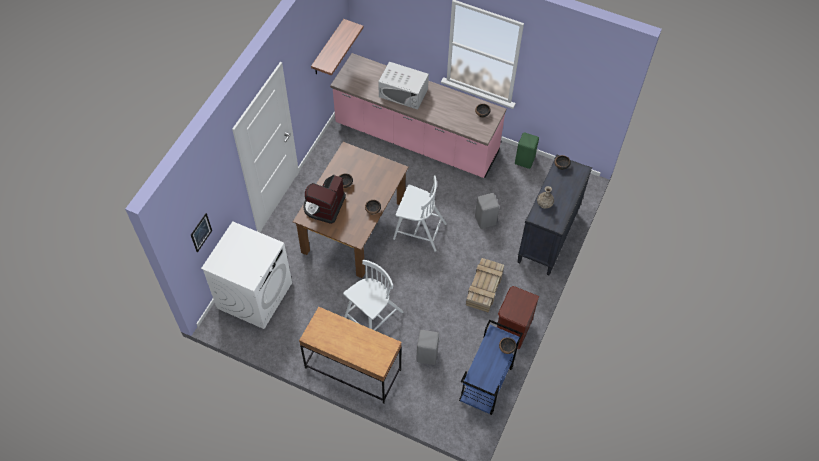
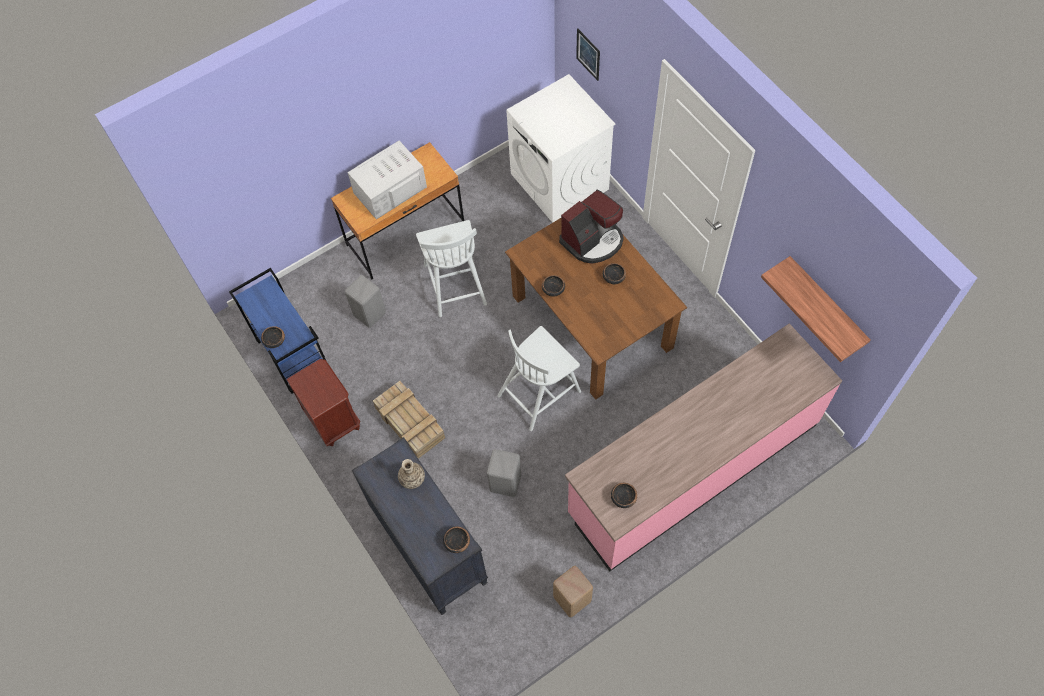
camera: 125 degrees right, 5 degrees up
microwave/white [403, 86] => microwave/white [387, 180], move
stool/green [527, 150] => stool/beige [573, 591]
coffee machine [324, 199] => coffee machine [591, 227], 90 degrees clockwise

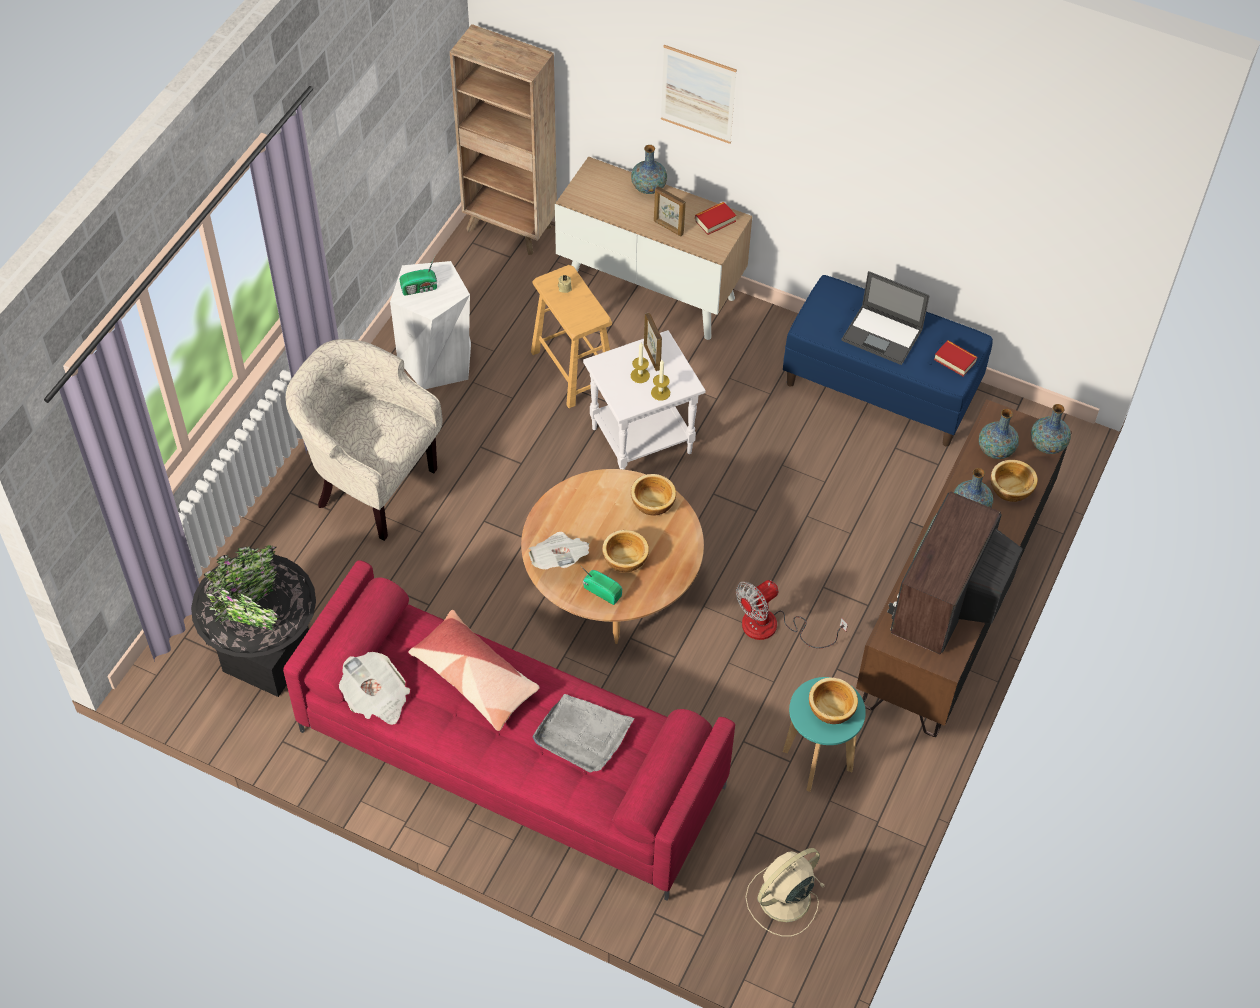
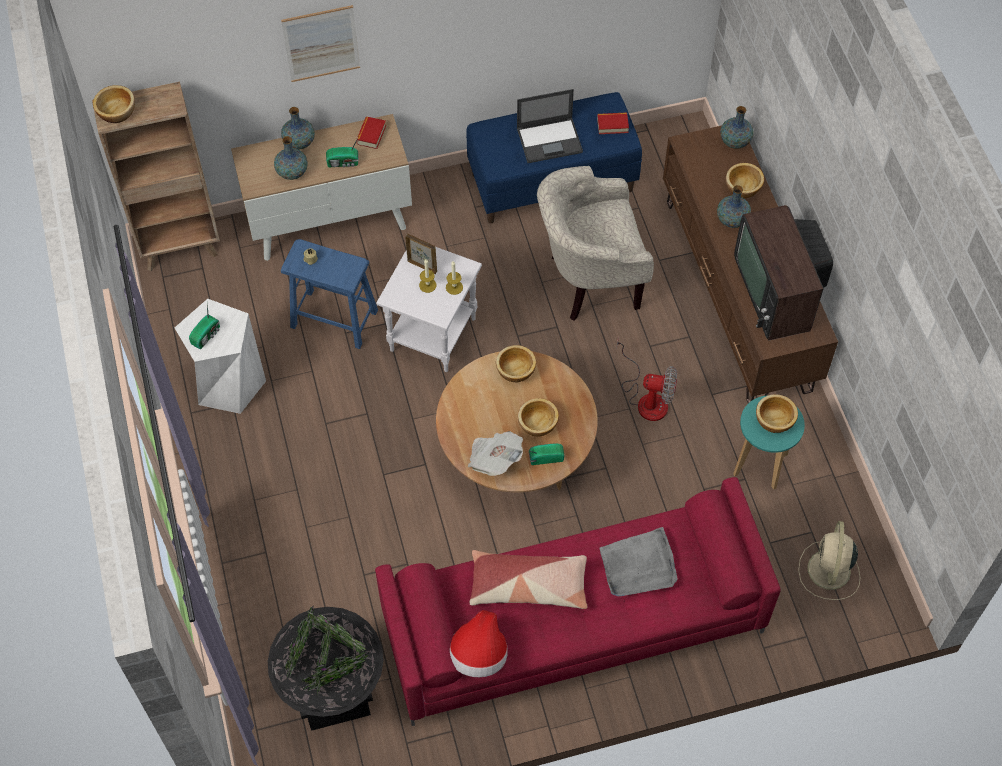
camera: 40 degrees left, 5 degrees up
nothing => bowl [114, 104]
vase [999, 434] => vase [291, 158], move
stool/brown [571, 336] => stool/blue [329, 294]
picture frame [670, 211] => radio [342, 152]
newspaper [374, 688] => hat [479, 643]
armchair/beige [364, 440] => armchair/beige [595, 243], move
fan [792, 614] => fan [647, 378], 90 degrees counterclockwise

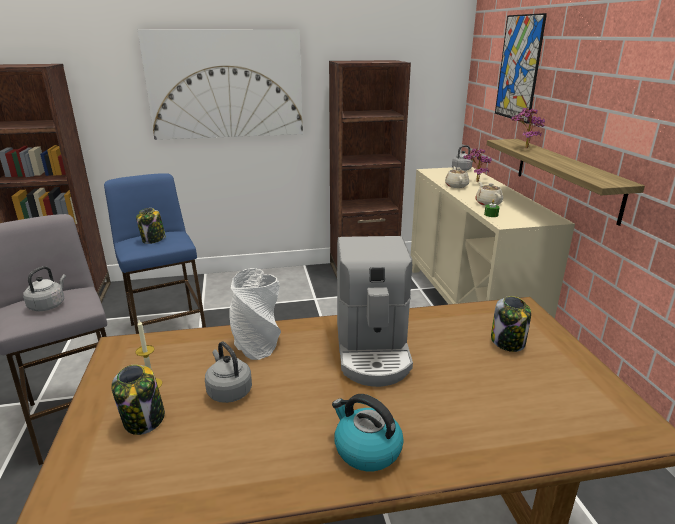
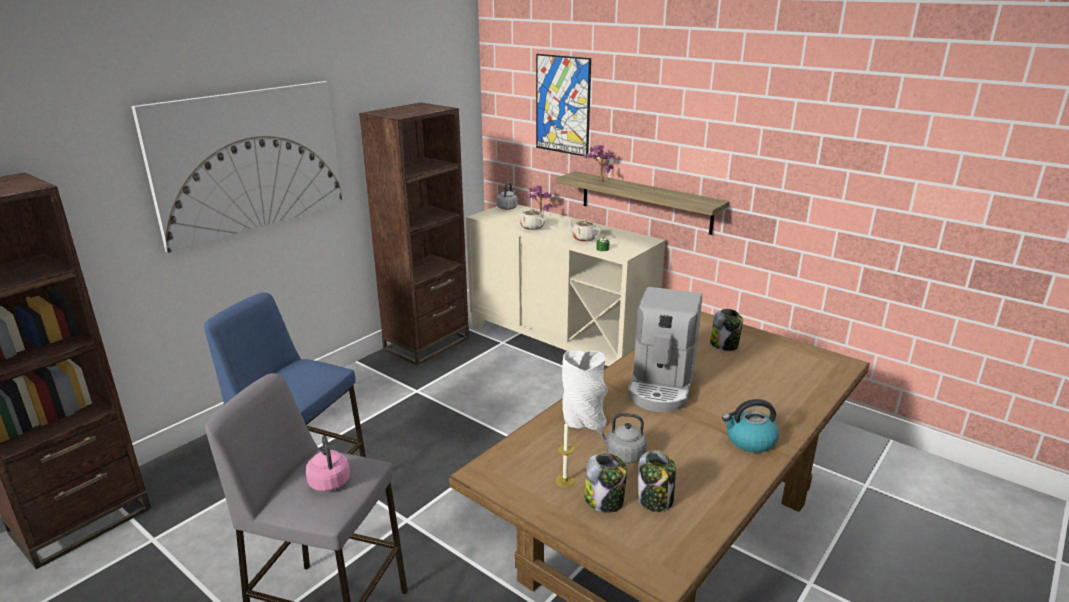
camera: 40 degrees left, 0 degrees up
kettle/grey [44, 288] => kettle/pink [328, 463]
coffee machine [375, 311] => coffee machine [665, 349], 60 degrees clockwise
jar [151, 226] => jar [656, 481], move

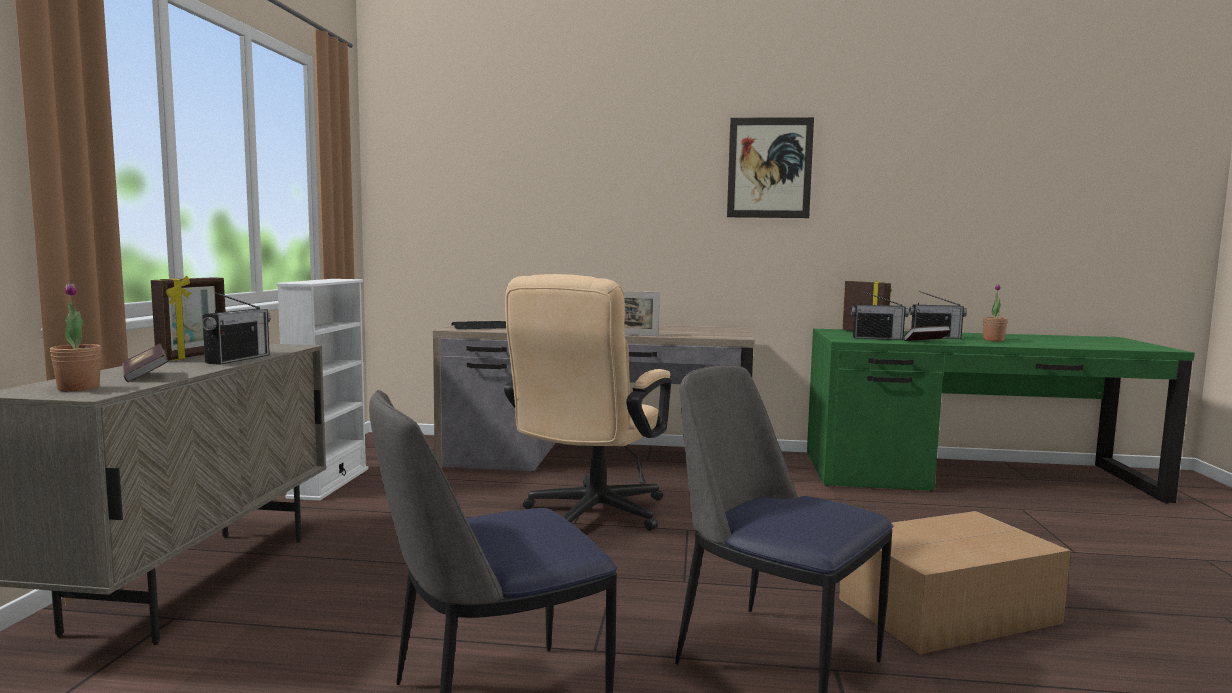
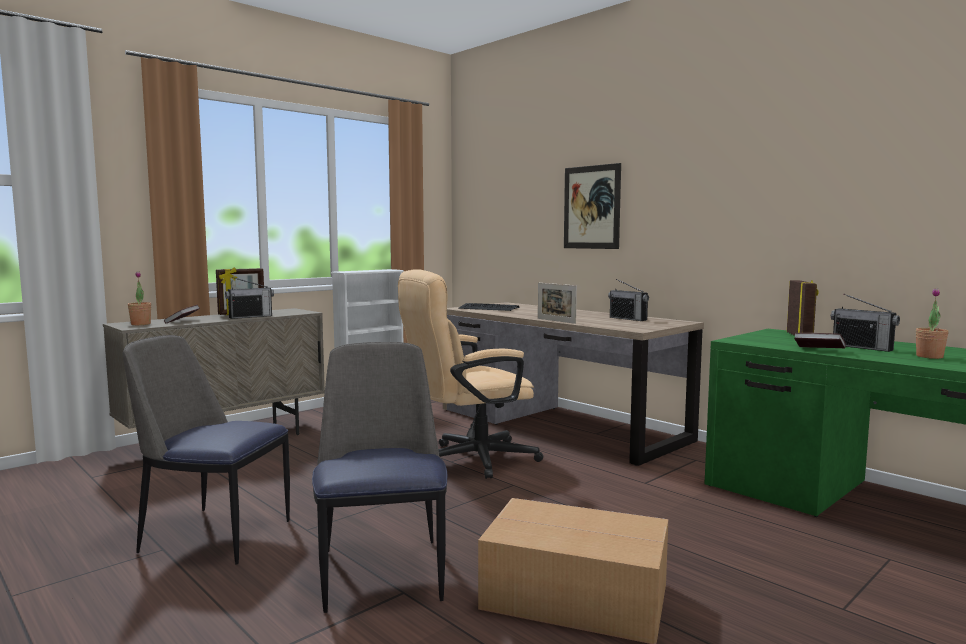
camera: 40 degrees right, 0 degrees up
picture [770, 167] => picture [592, 206], move
radio [880, 315] => radio [628, 300], move

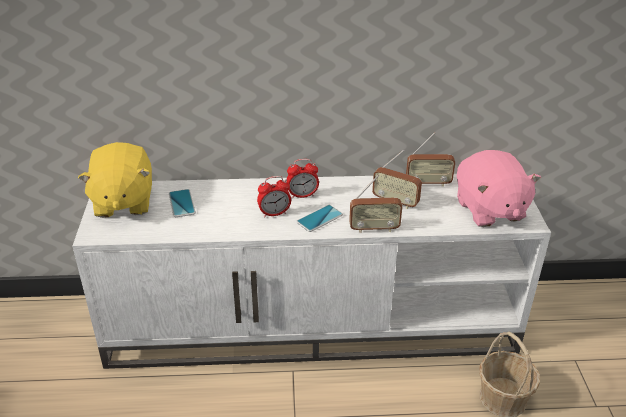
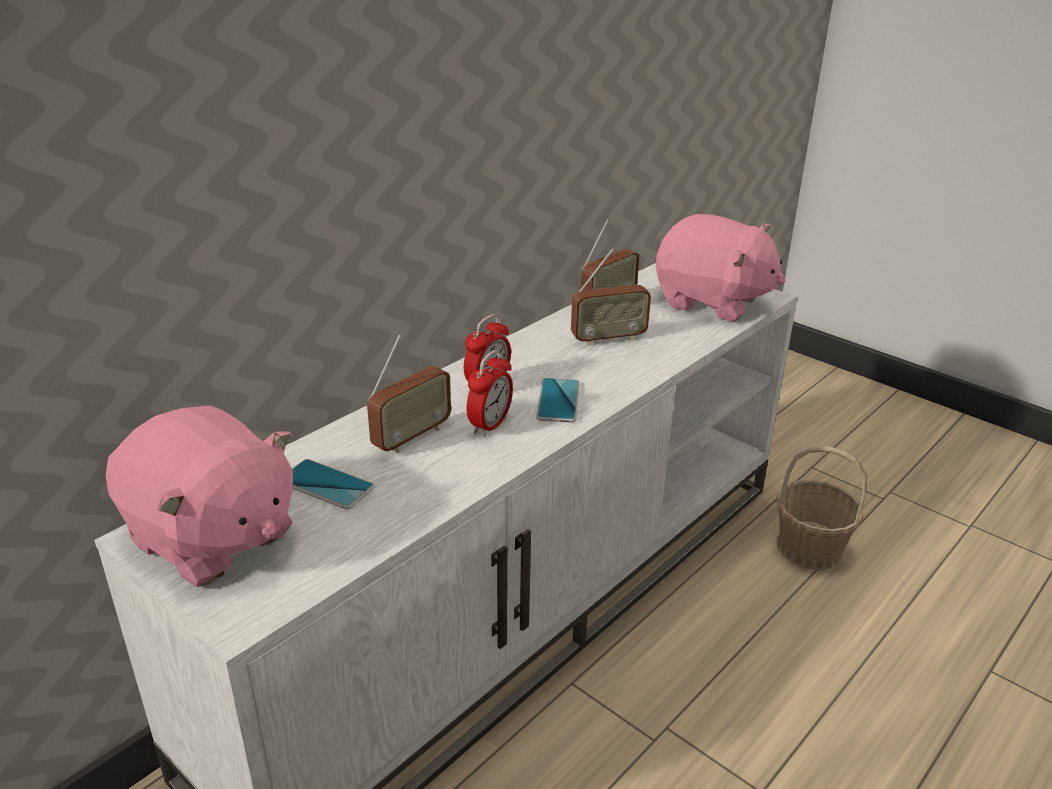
camera: 45 degrees left, 5 degrees down
plush toy/yellow [115, 180] => plush toy/pink [199, 496]
radio [375, 204] => radio [409, 393], move

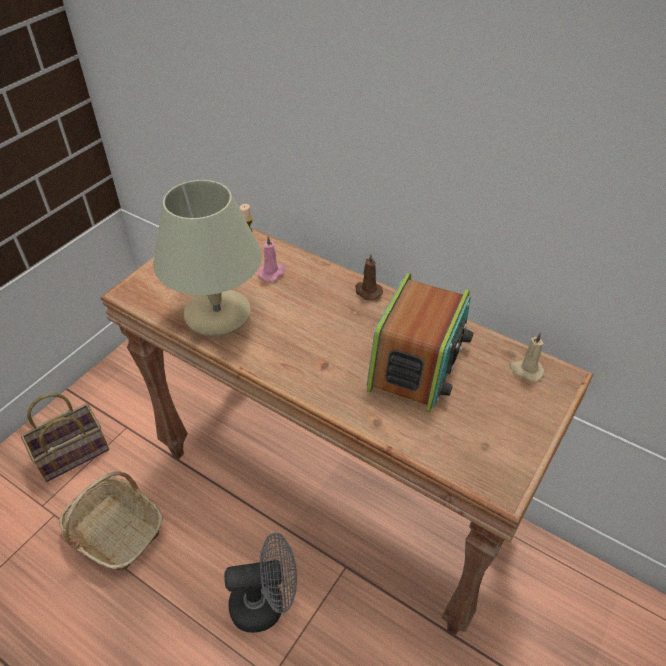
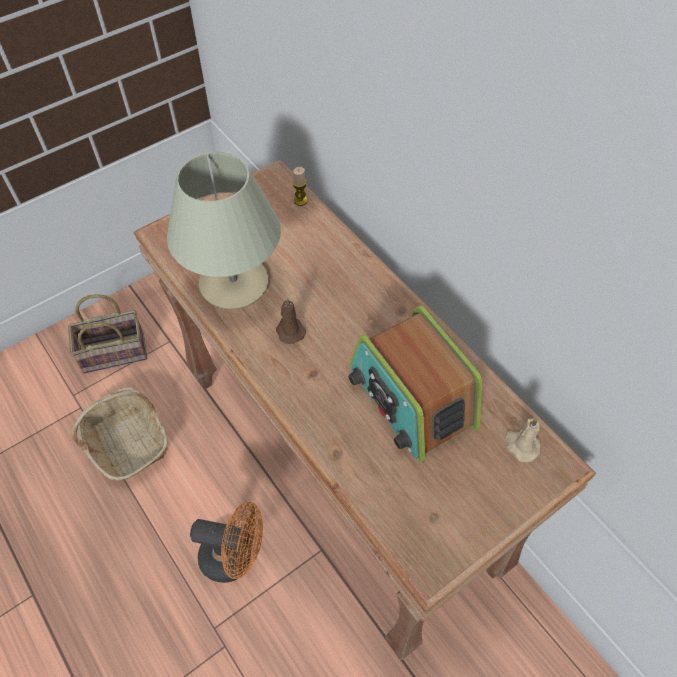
camera: 20 degrees right, 10 degrees up
fan/grey [260, 583] => fan/orange [226, 542]
candle/brown [369, 277] => candle/brown [291, 321], move
radio [420, 343] => radio [415, 384], 105 degrees clockwise
candle/pink [271, 258] => nothing

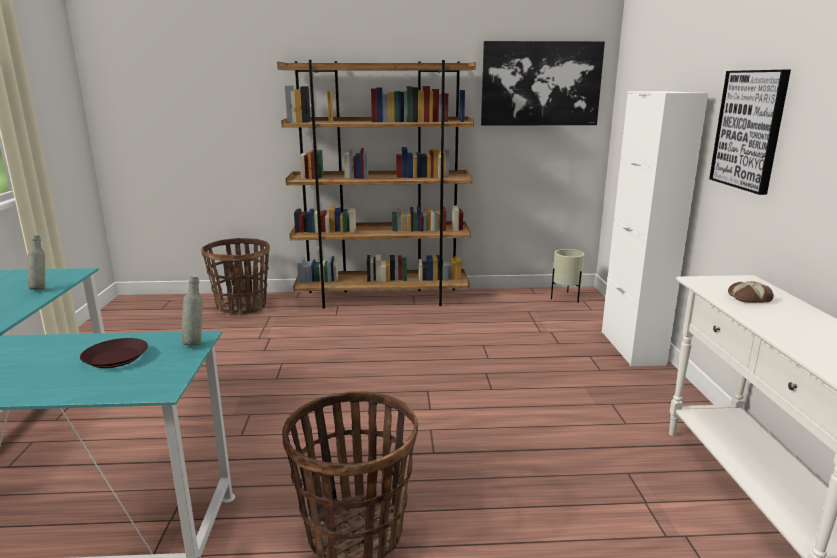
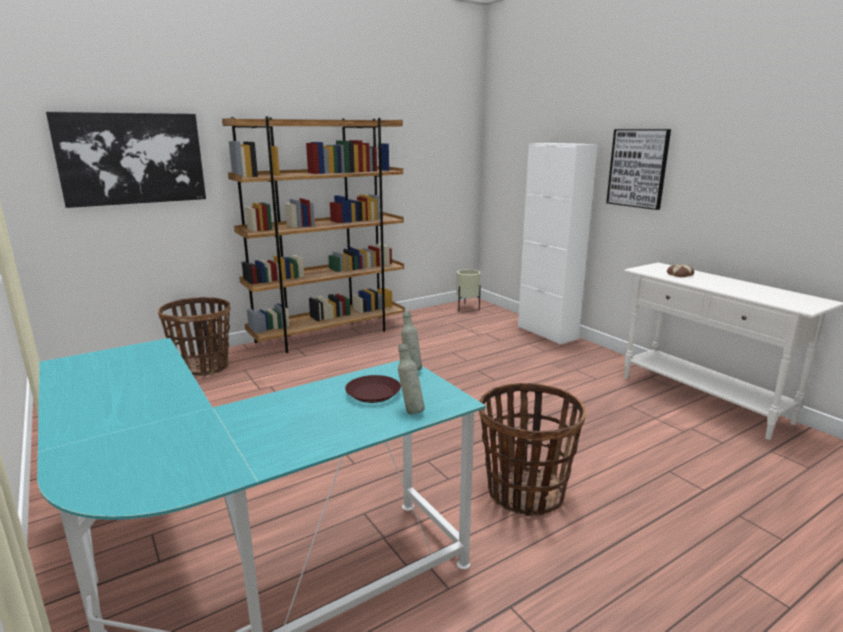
camera: 30 degrees left, 0 degrees up
picture [543, 83] => picture [126, 160], move
bottle/grey [36, 262] => bottle/grey [411, 379], move

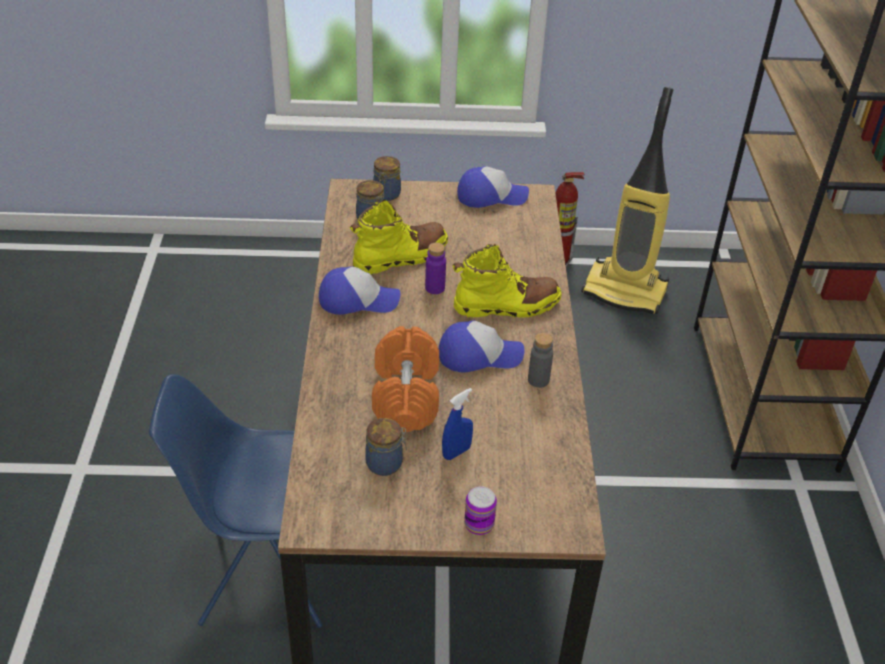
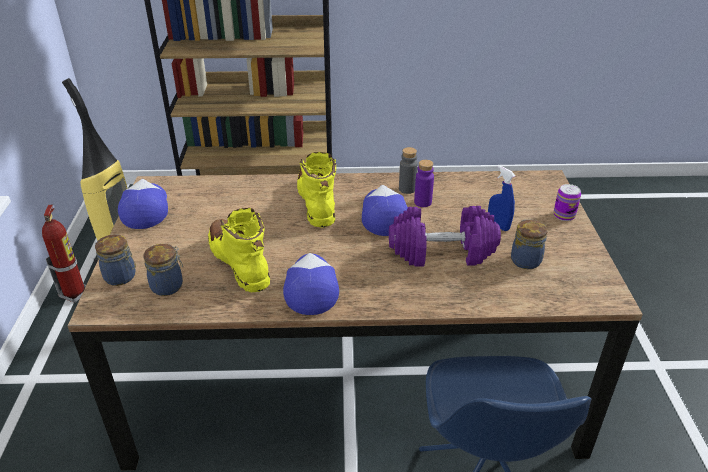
camera: 90 degrees left, 5 degrees down
dumbbell/orange [405, 379] => dumbbell/purple [445, 236]
bottle/purple [435, 268] => bottle/purple [424, 183], move

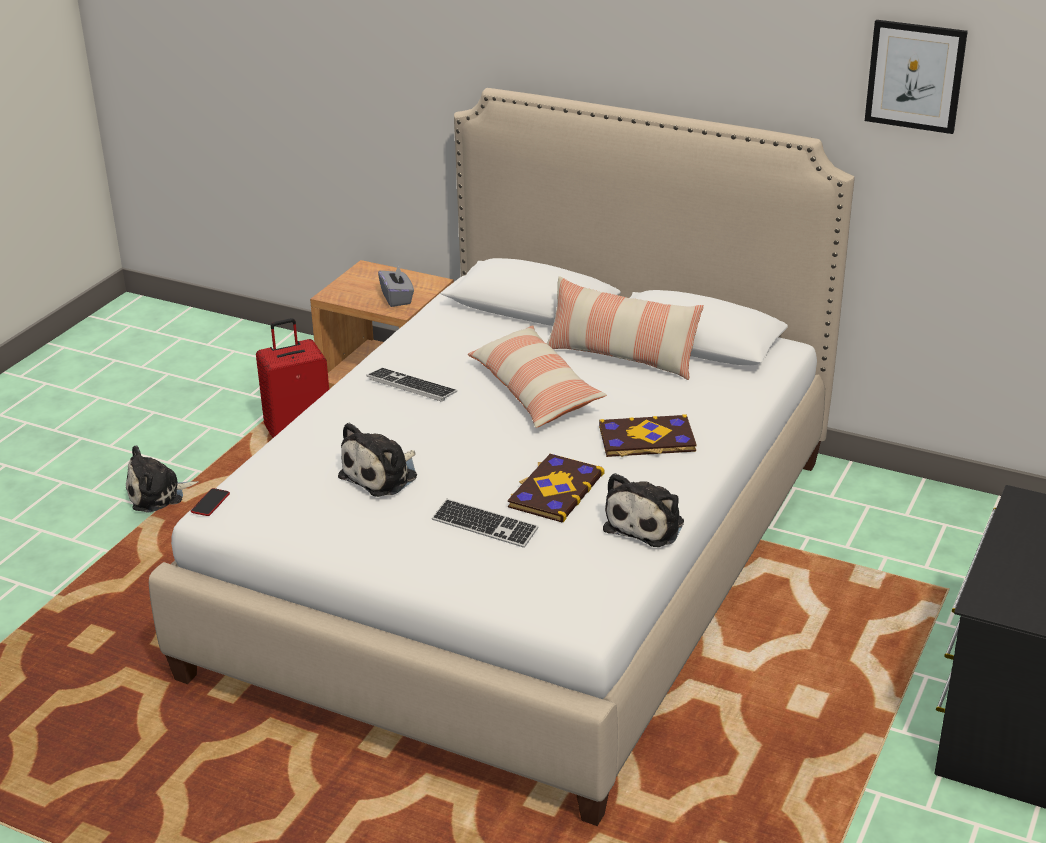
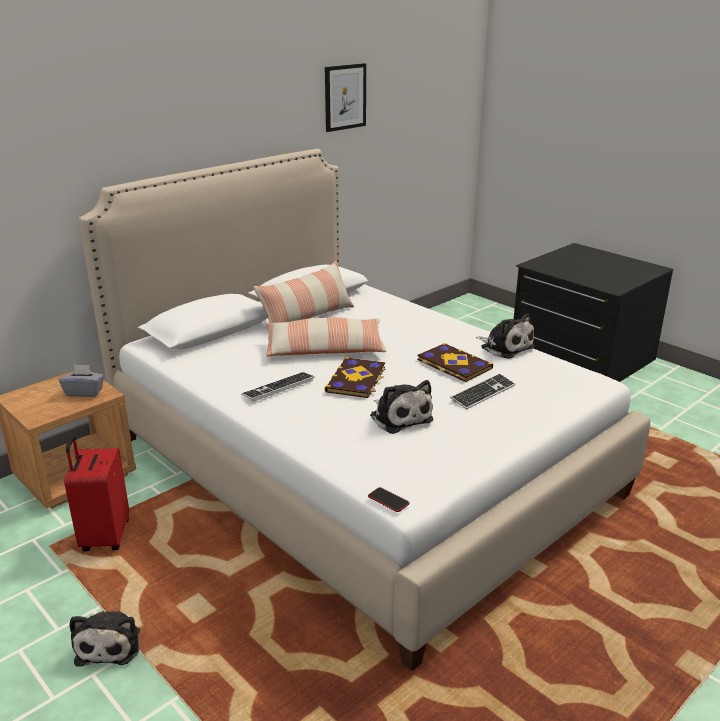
camera: 70 degrees left, 5 degrees down
book [648, 435] => book [355, 377], move

